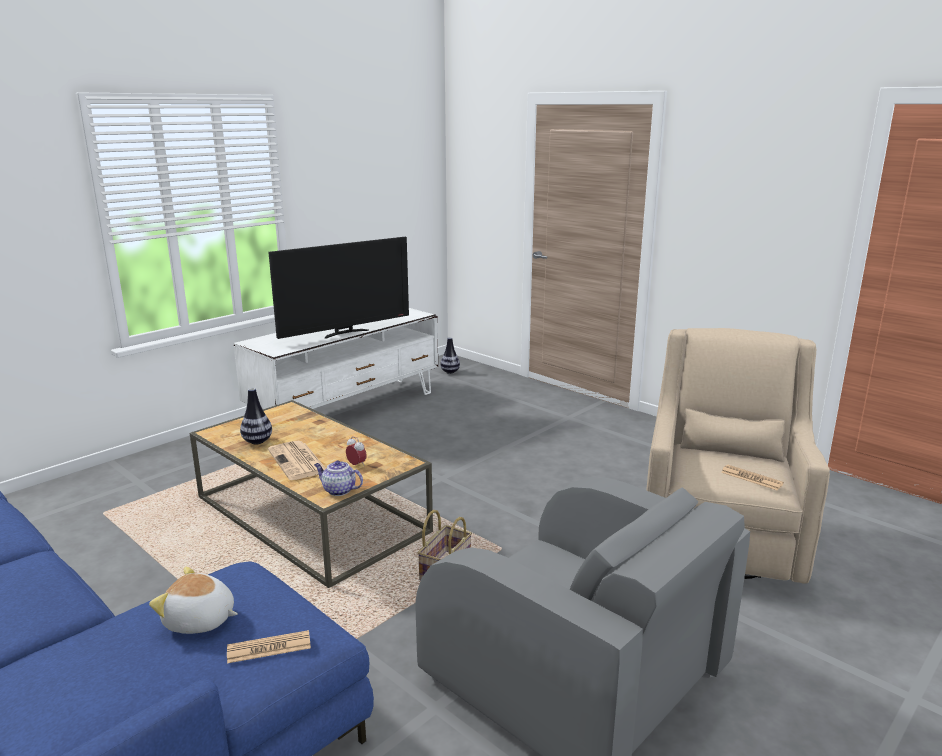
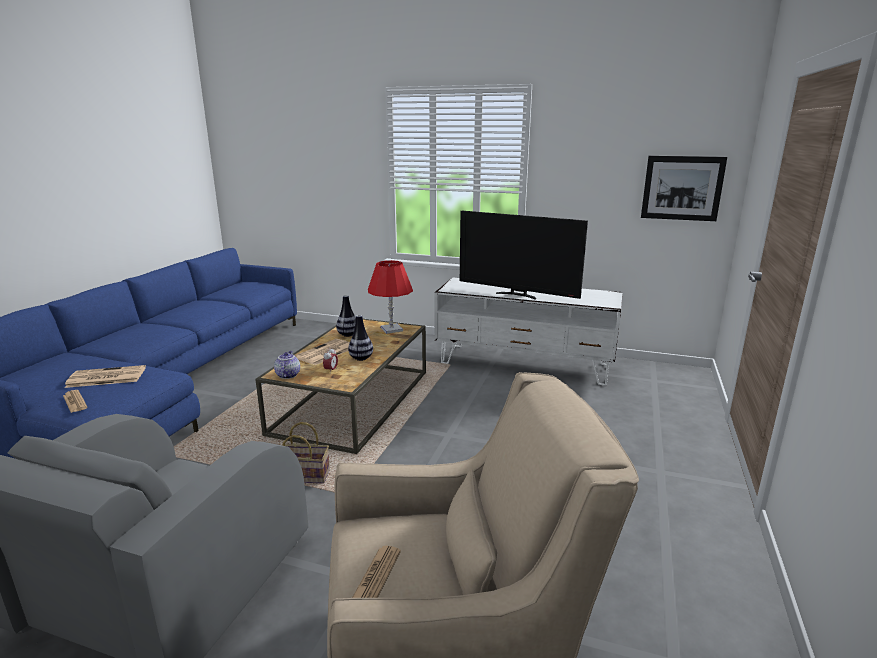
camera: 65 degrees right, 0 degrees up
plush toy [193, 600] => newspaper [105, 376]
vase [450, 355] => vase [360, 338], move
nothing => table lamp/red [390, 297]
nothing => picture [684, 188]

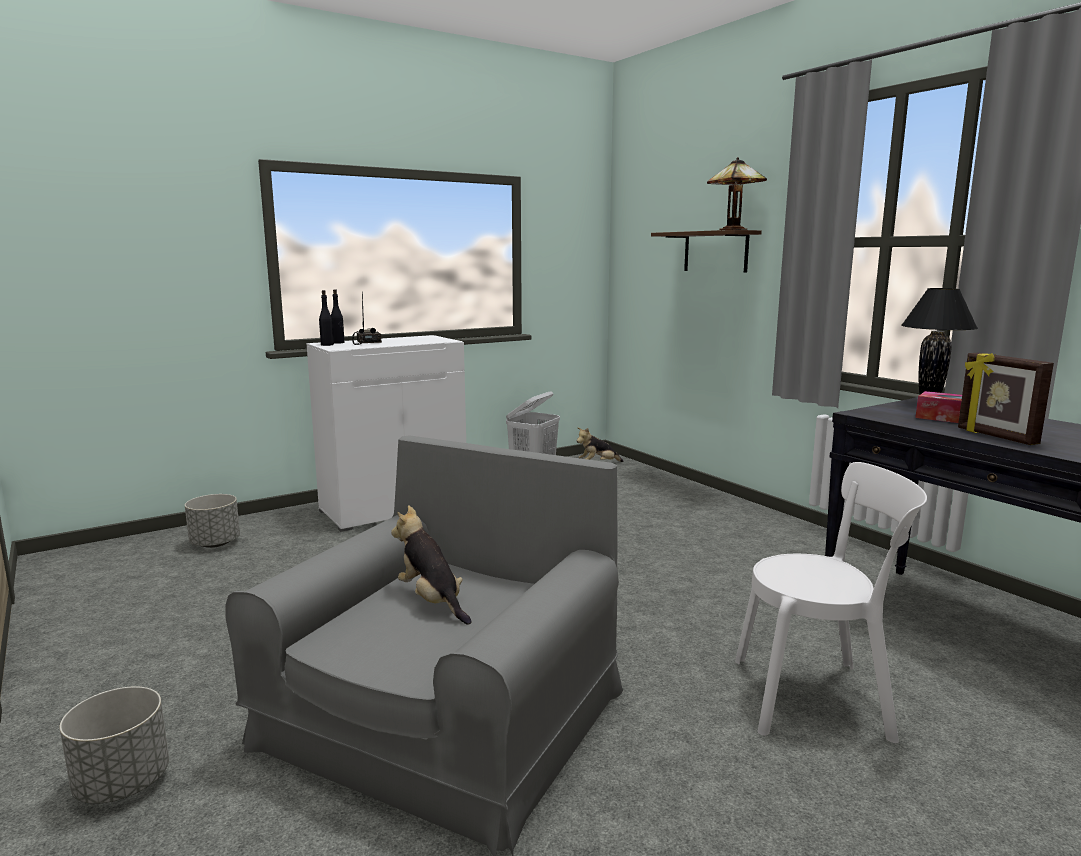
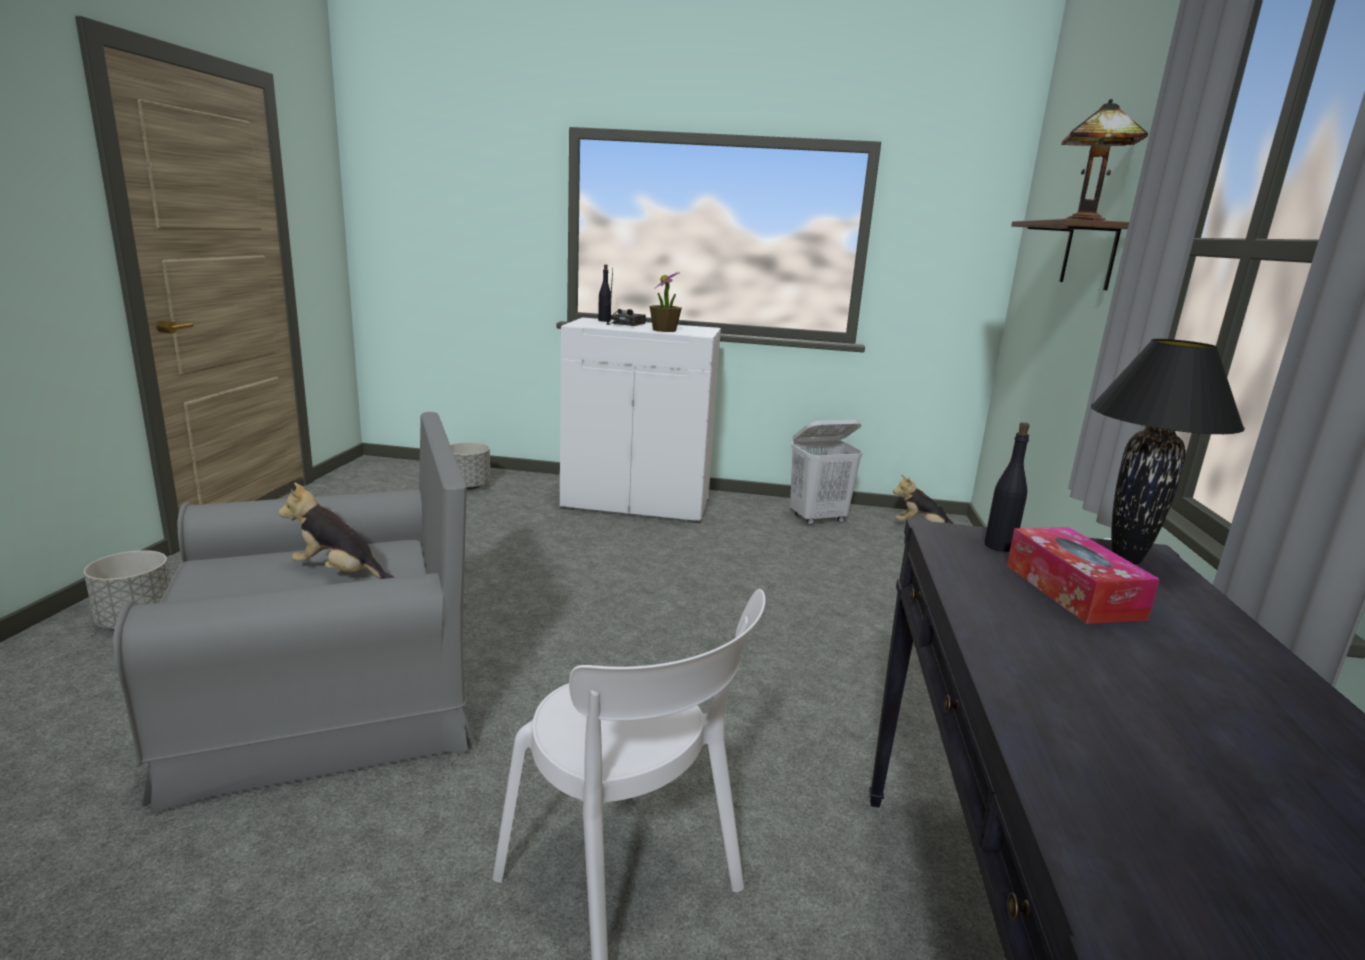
camera: 40 degrees right, 5 degrees up
plush toy [431, 565] => plush toy [336, 531], 75 degrees counterclockwise
nothing => potted plant [666, 302]
bottle/black [326, 318] => bottle/black [1007, 487], move
picture frame [1006, 399] => nothing

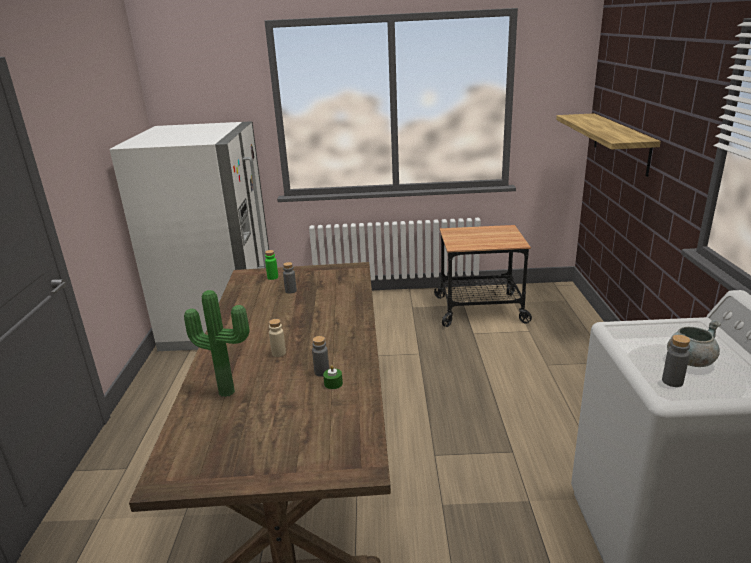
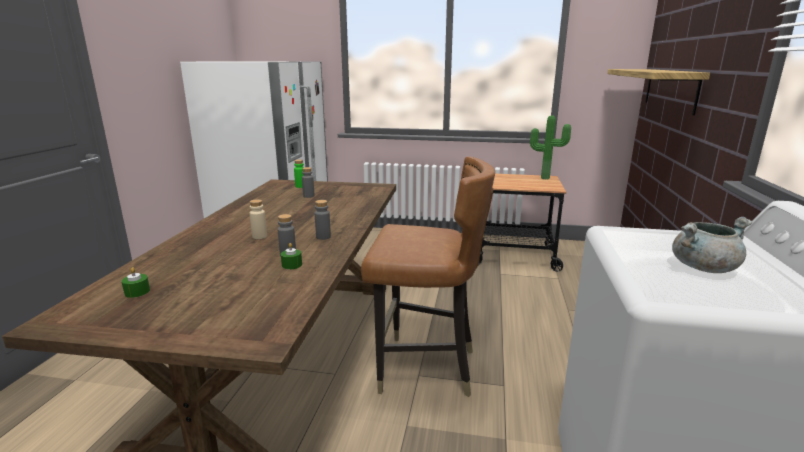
camera: 10 degrees right, 5 degrees down
nothing => candle/green [135, 282]
bottle/grey [676, 361] => bottle/grey [323, 220], move
nothing => chair/brown [428, 276]
potted plant [216, 343] => potted plant [550, 147], move

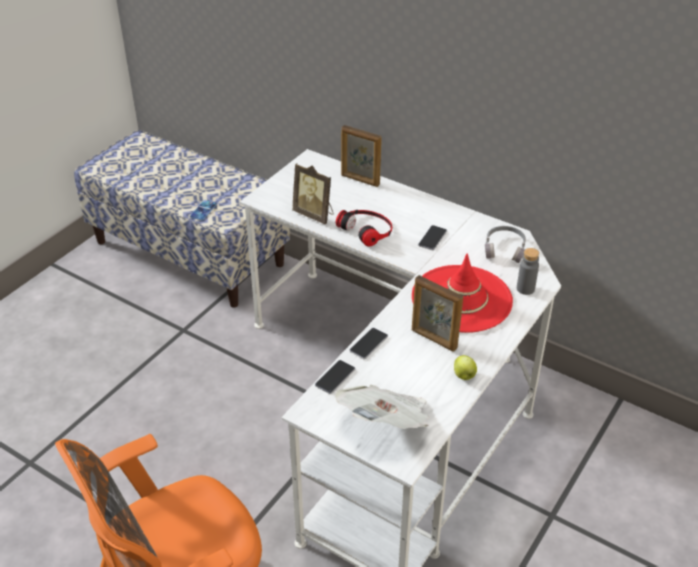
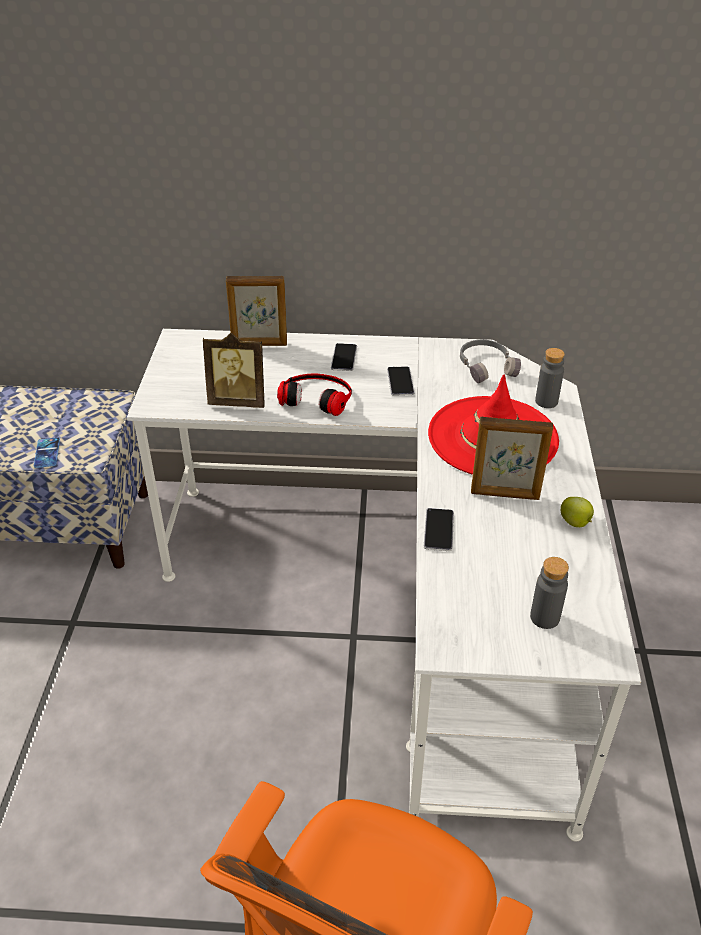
camera: 30 degrees left, 0 degrees up
phone [335, 377] => phone [344, 357], move
newspaper [382, 407] => bottle/grey [549, 593]

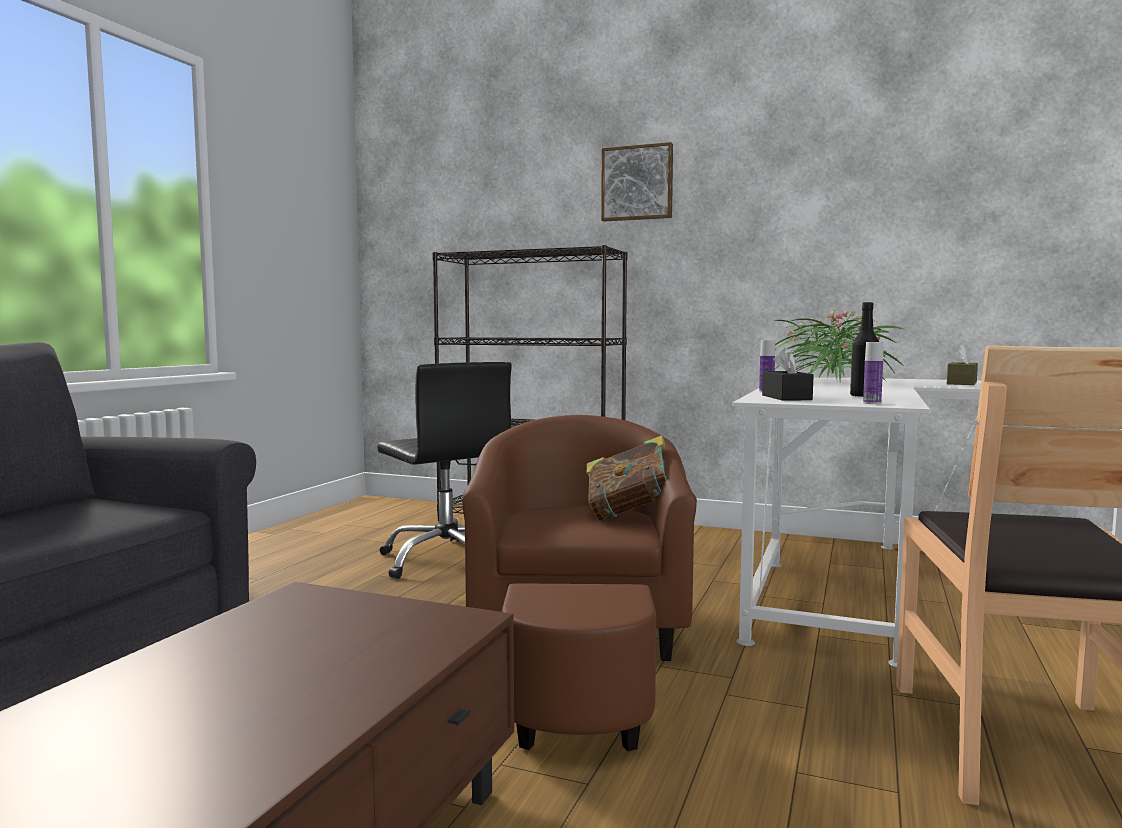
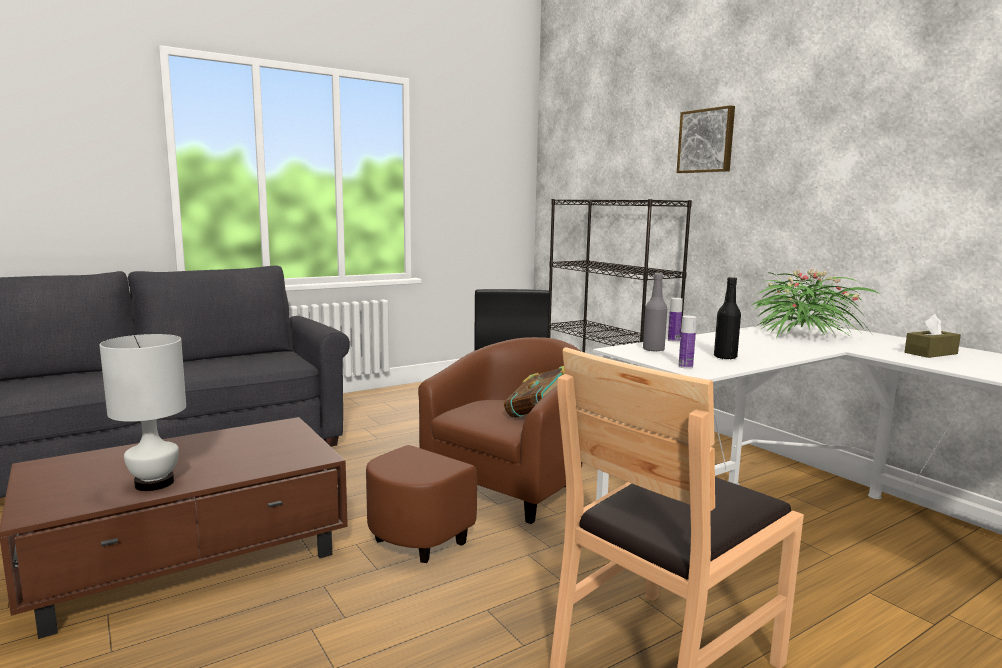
camera: 35 degrees right, 5 degrees up
nothing => table lamp/white [142, 412]
tissue box/black [788, 374] => bottle/grey [655, 312]

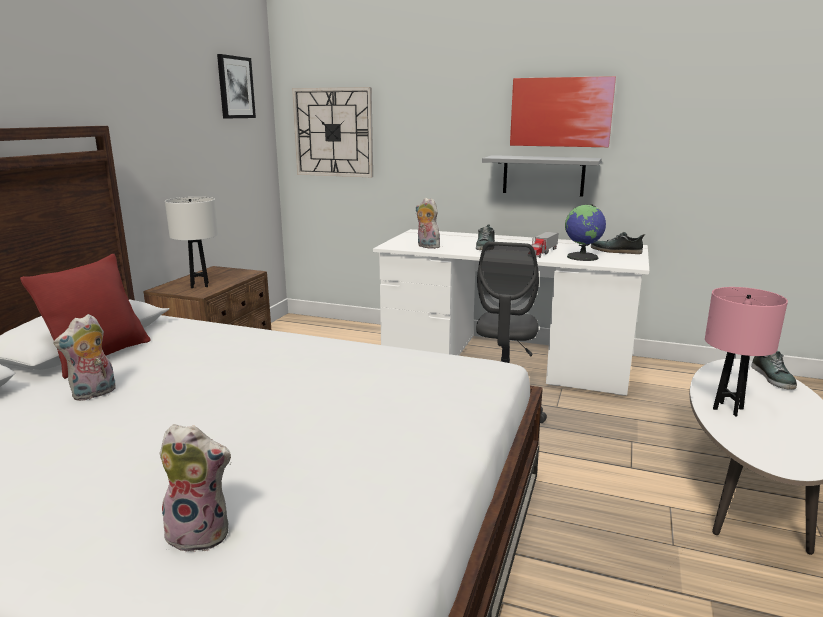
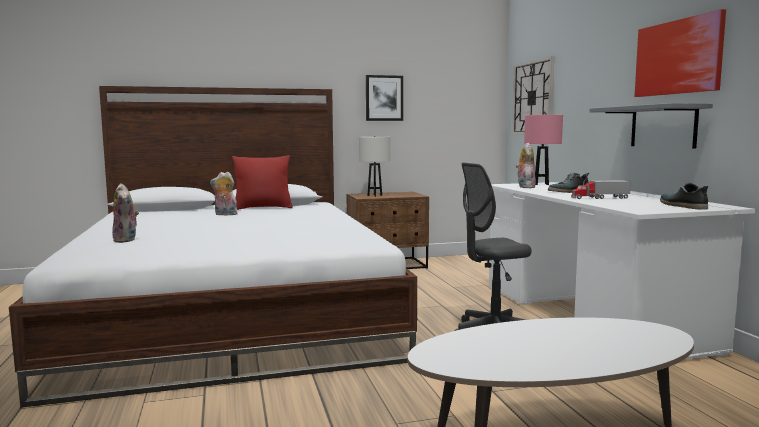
camera: 55 degrees right, 10 degrees down
picture [236, 86] => picture [384, 98], move
table lamp/pink [746, 351] => table lamp/pink [543, 150], move
globe [585, 232] => nothing
shoe [774, 370] => nothing

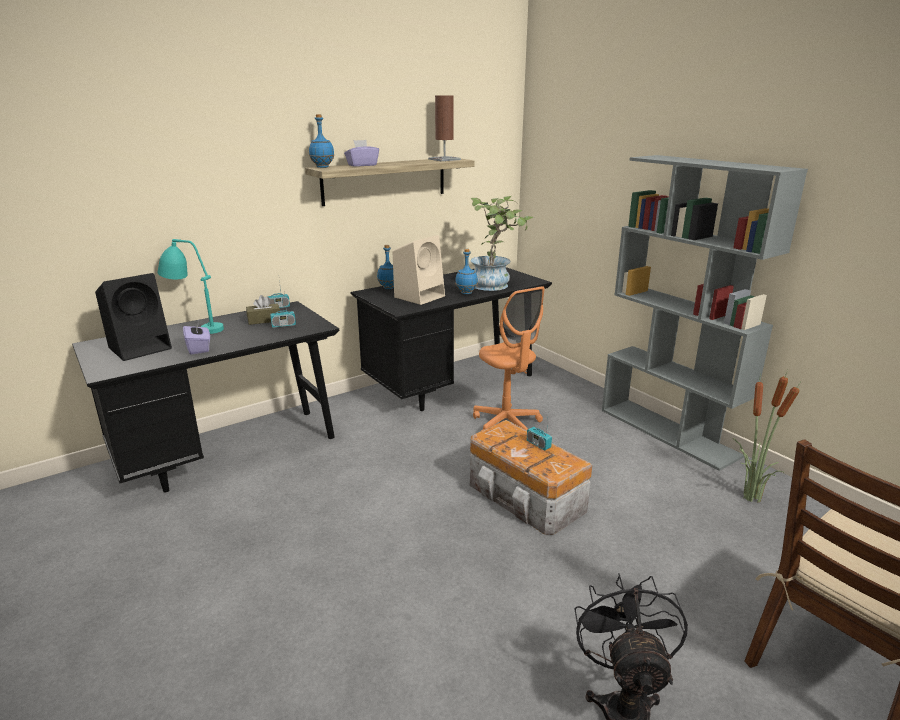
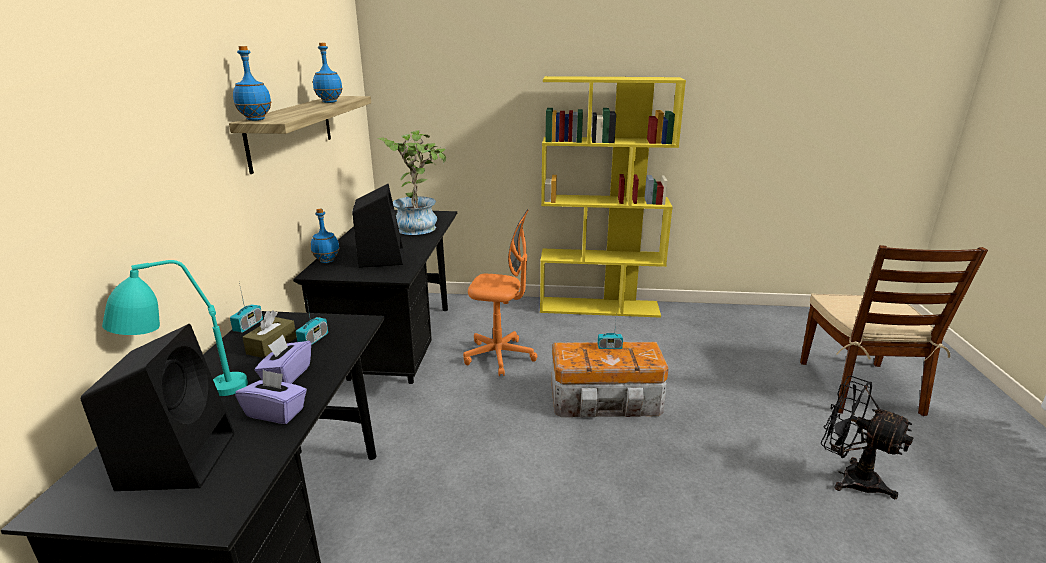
camera: 50 degrees left, 0 degrees up
tissue box/purple [361, 153] => tissue box/purple [283, 359], move
bottle/blue [466, 271] => bottle/blue [328, 73], move
speaker/beige [419, 270] => speaker/black [377, 226]
bookcase/grey [705, 313] => bookcase/yellow [613, 197]
table lamp/brown [444, 128] => nothing
potted plant [767, 436] => nothing

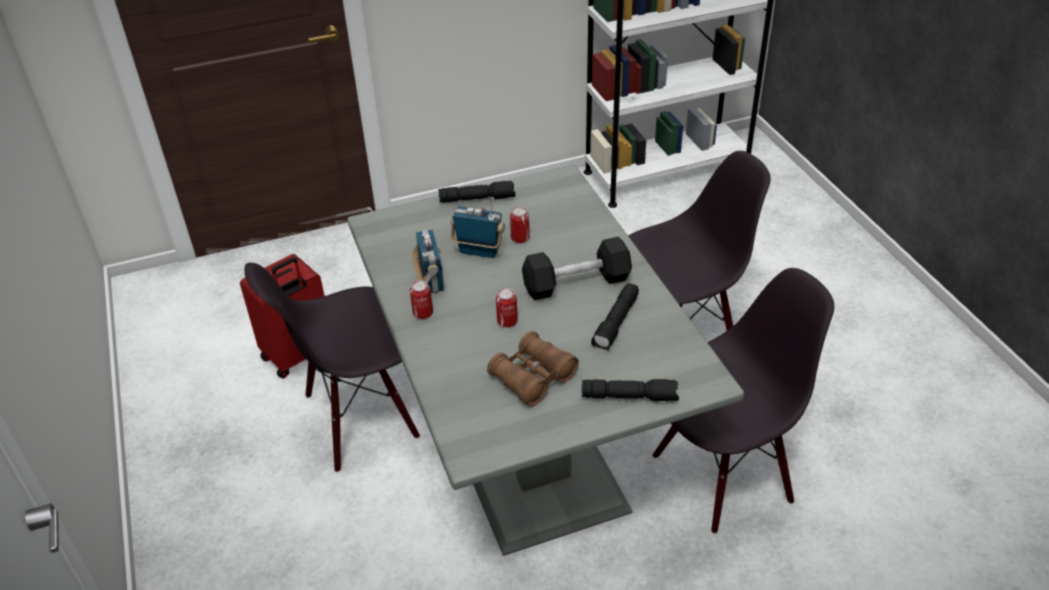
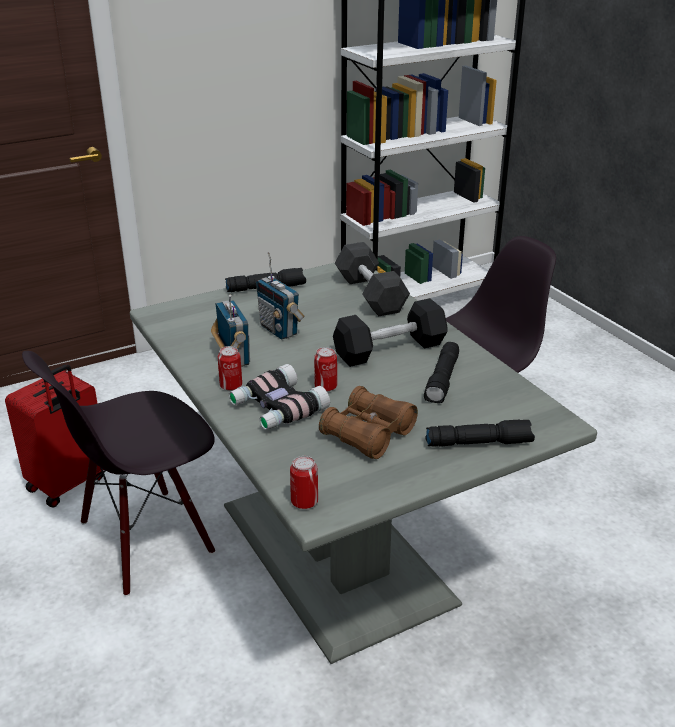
camera: 10 degrees left, 10 degrees down
nothing => binoculars [279, 397]
radio [478, 227] => radio [280, 296], 135 degrees counterclockwise
can [520, 225] => can [304, 482], move
nothing => dumbbell/black [372, 279]
chair/black [743, 401] => nothing

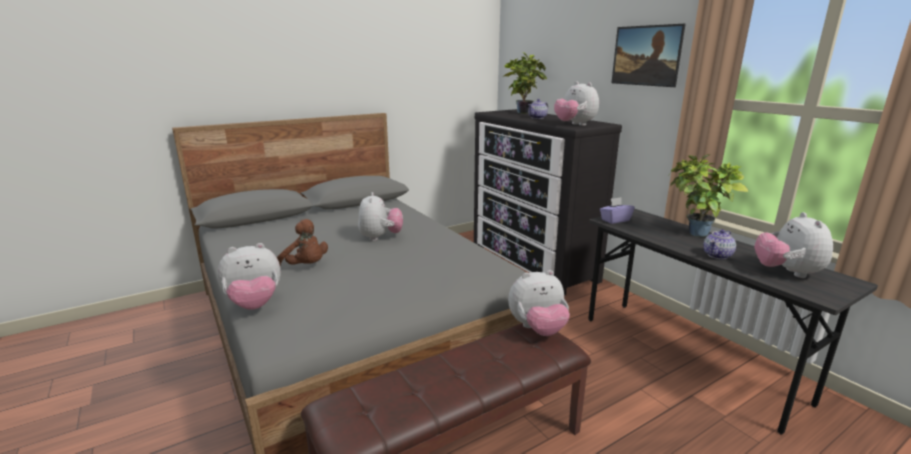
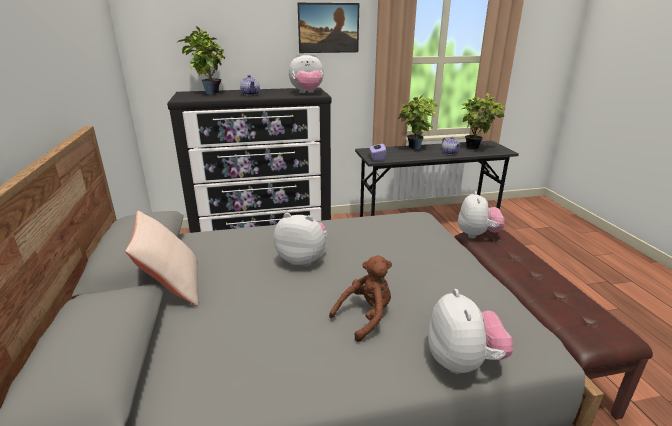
camera: 70 degrees left, 5 degrees up
nothing => pillow/beige [162, 258]
plush toy [793, 245] => potted plant [483, 121]

